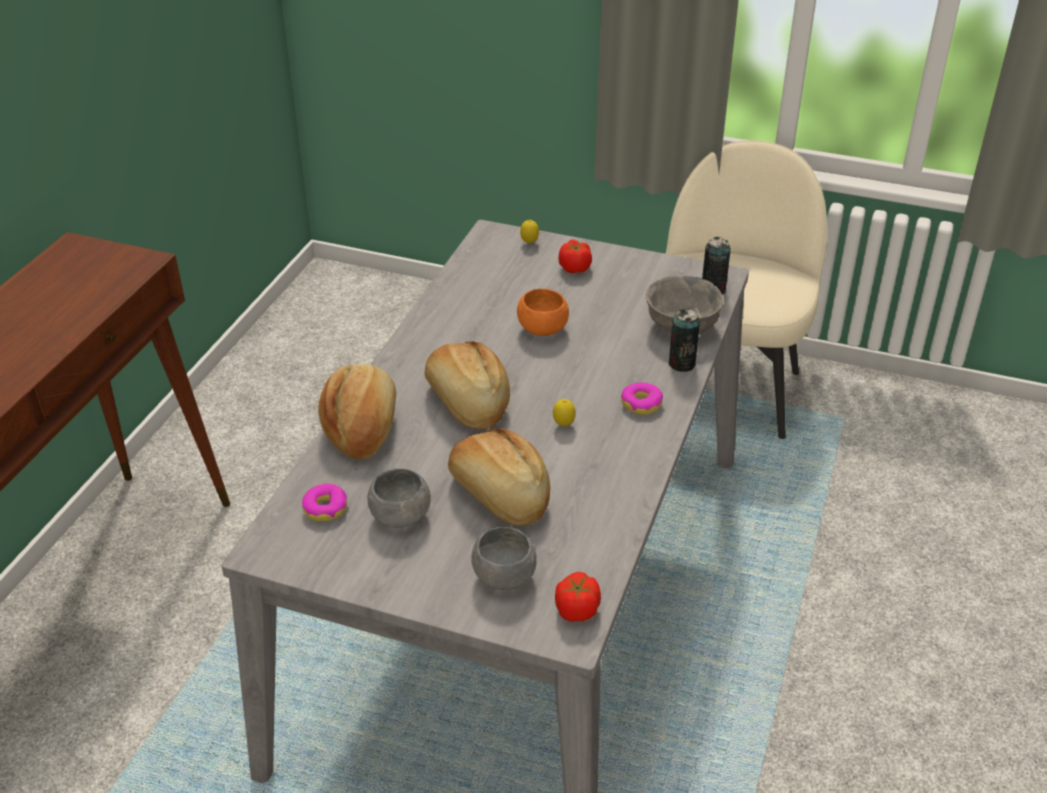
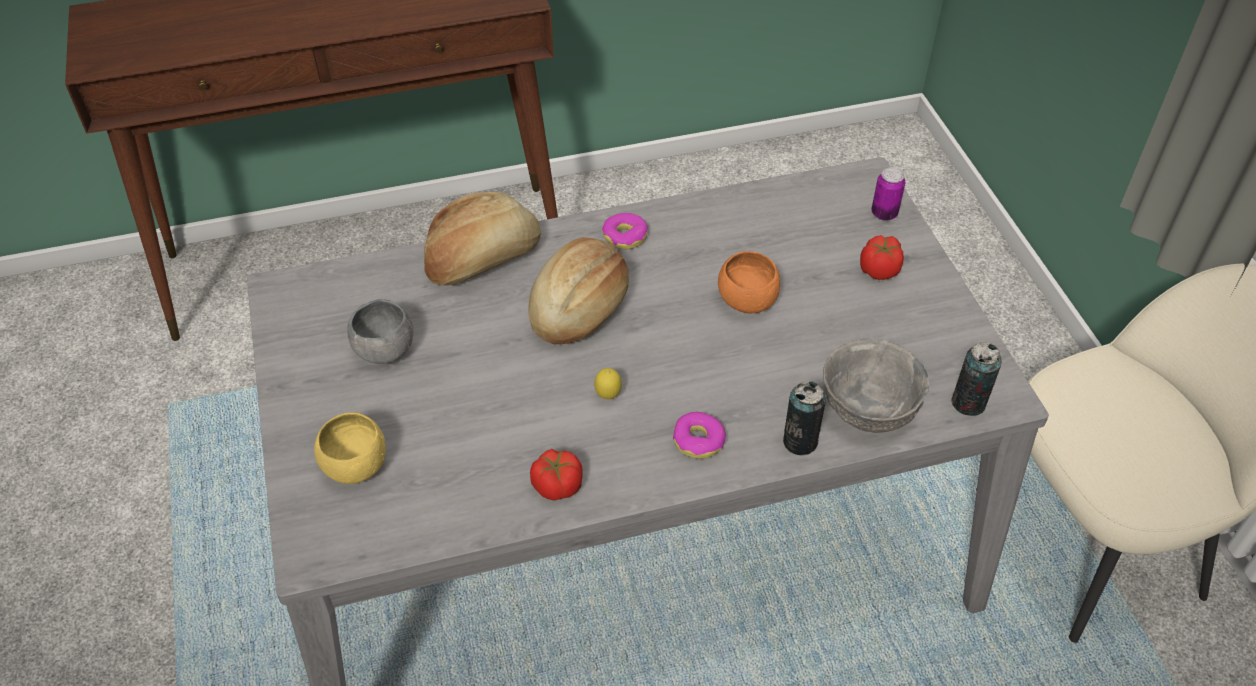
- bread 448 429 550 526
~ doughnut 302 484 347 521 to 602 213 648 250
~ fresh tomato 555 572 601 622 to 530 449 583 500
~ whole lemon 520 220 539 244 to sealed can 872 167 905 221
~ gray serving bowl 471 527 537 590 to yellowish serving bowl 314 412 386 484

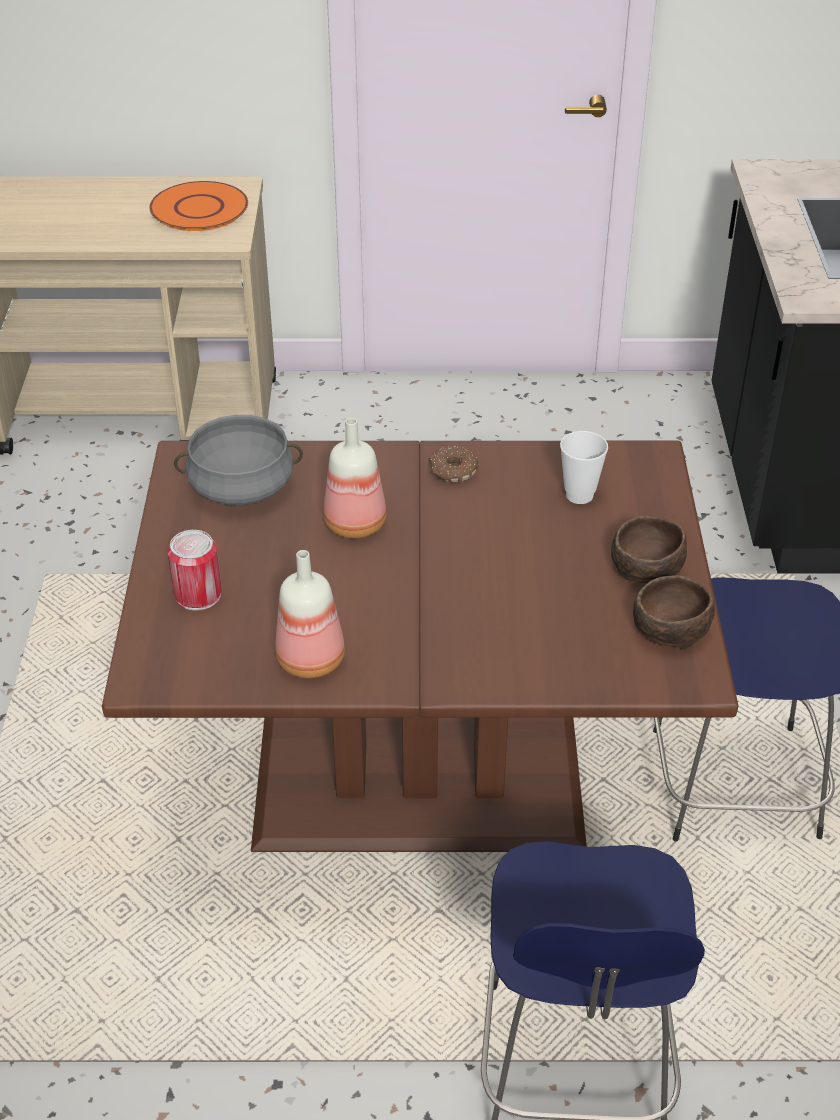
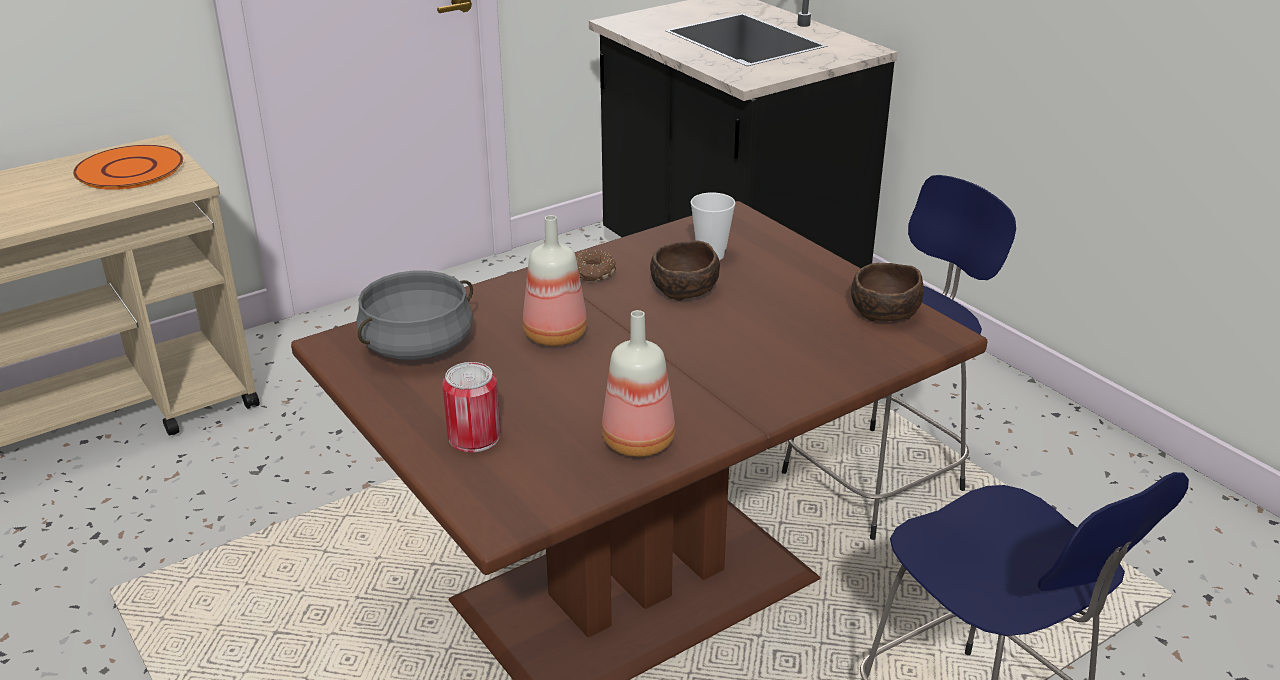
~ brown-coloured serving bowl 611 516 687 584 to 650 240 720 301

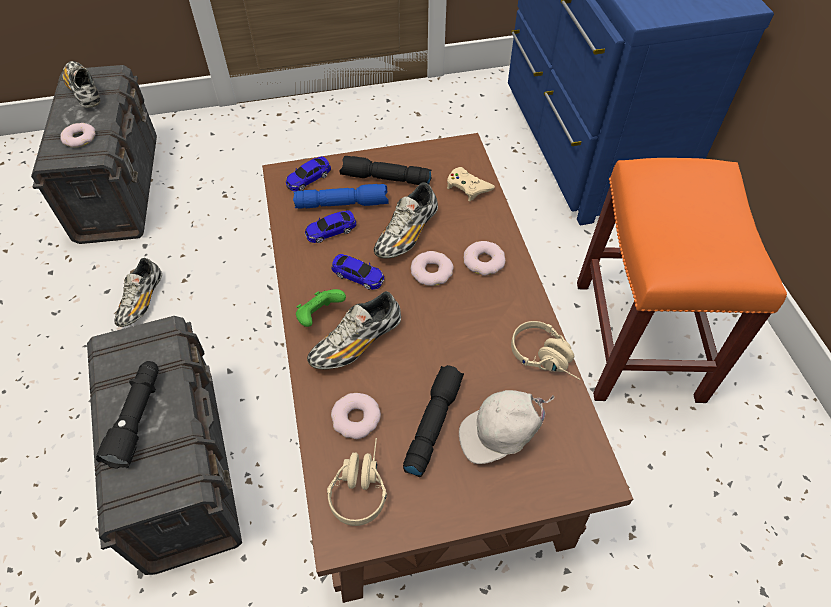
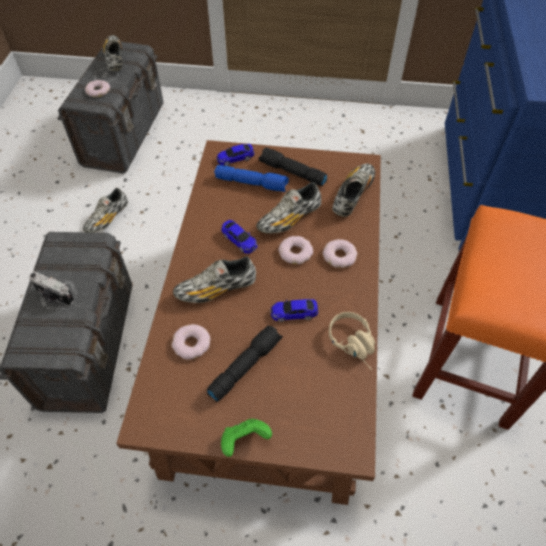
- sand-coloured headphones 327 438 387 526
- white baseball cap 459 390 554 464
~ green-coloured game controller 296 289 346 327 to 221 419 272 457
~ miniature car 305 210 356 243 to 270 299 318 322
~ black-coloured torch 96 361 159 469 to still camera 29 271 75 306
~ sand-coloured game controller 447 167 495 202 to low shoe 332 164 375 217

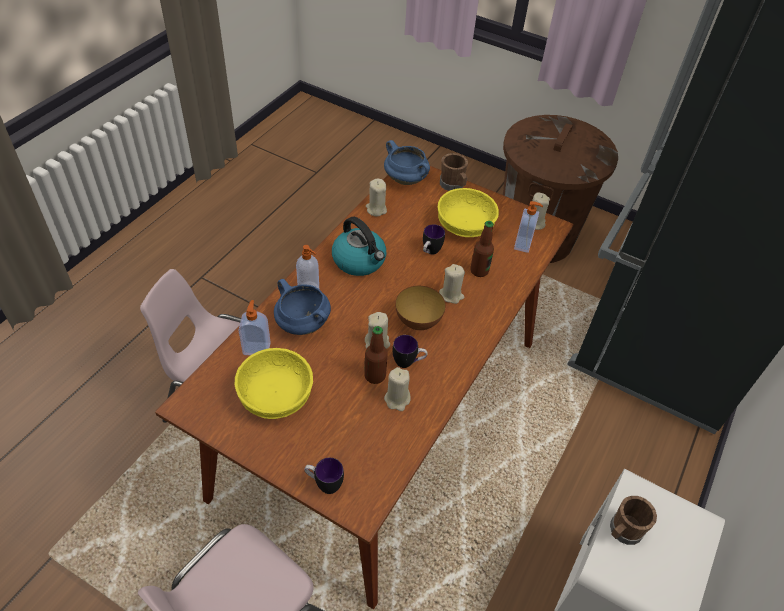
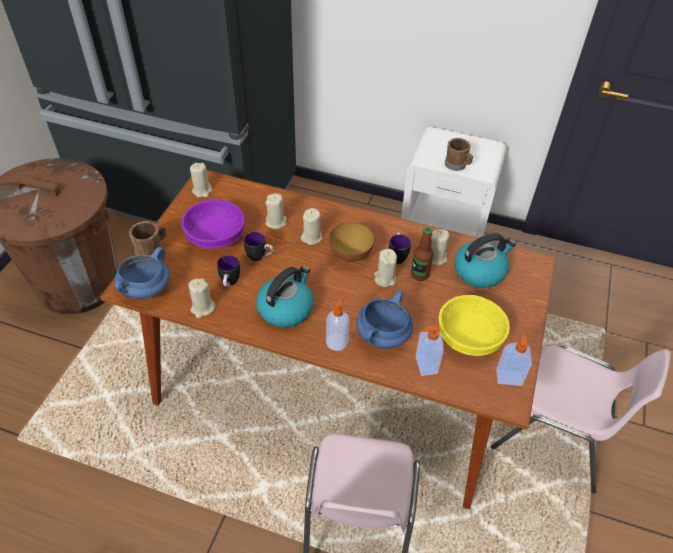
+ kettle 454 233 516 288
~ coffee mug 304 458 344 494 to 217 255 240 286
~ liquid soap bottle 514 201 543 253 to 496 332 532 386
~ beverage bottle 470 221 494 277 to sand-coloured wax candle 265 193 287 229
~ yellowish serving bowl 437 188 499 237 to purple serving bowl 181 200 245 249

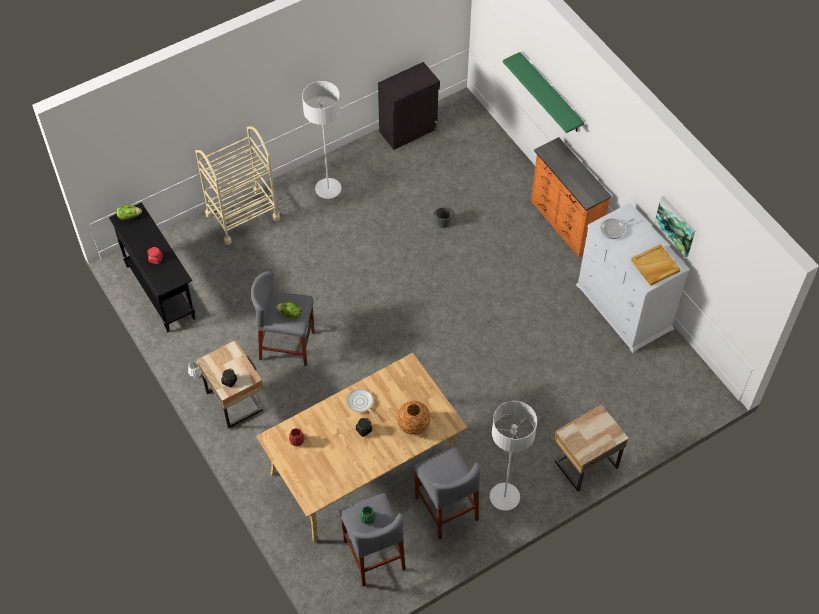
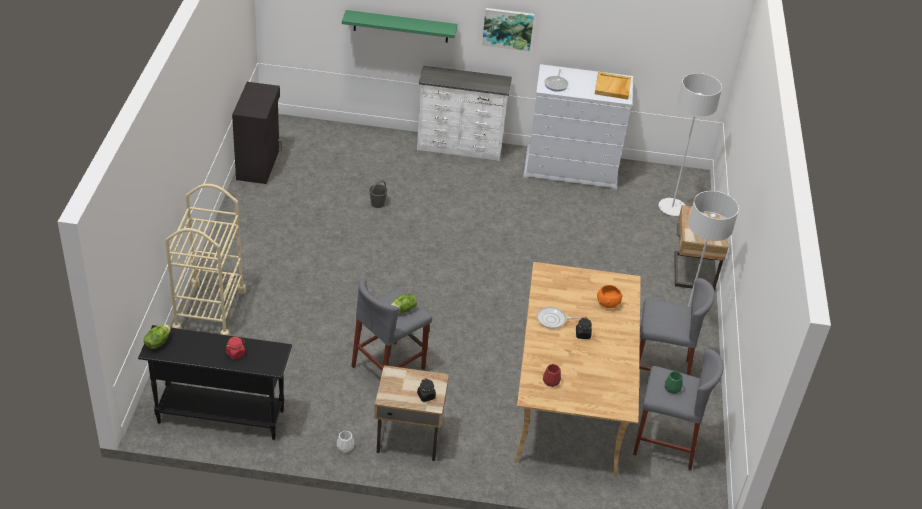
~ gray standard lamp 302 81 341 199 to 659 73 722 216
~ picture 654 196 695 258 to 482 8 534 51
~ vase 397 401 431 435 to orangey serving bowl 597 285 623 308
~ orangey dresser 531 137 612 257 to white dresser 417 65 512 161

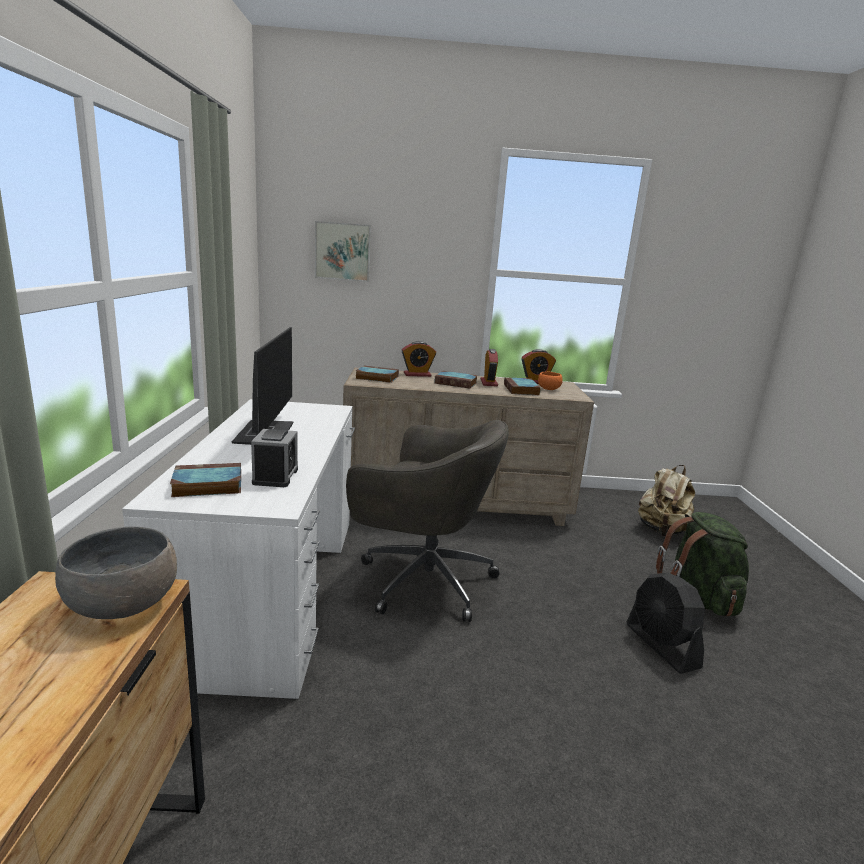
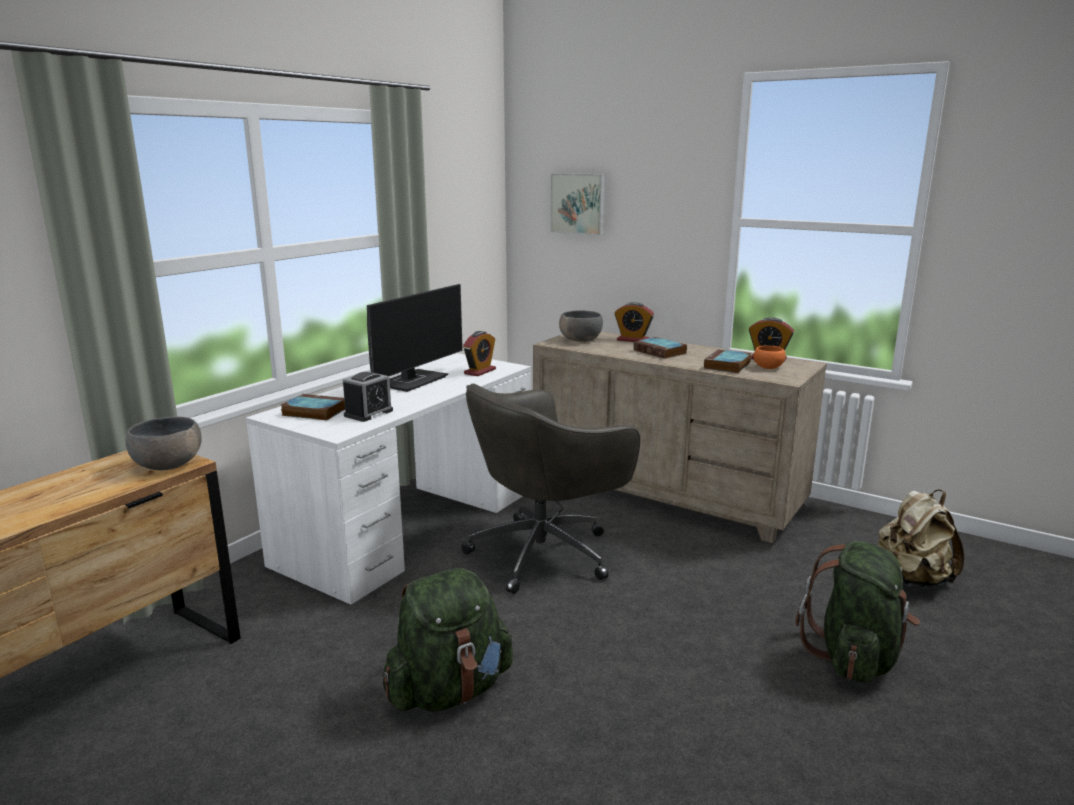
- black-coloured fan 626 573 705 674
+ green-coloured rucksack 383 568 513 712
~ alarm clock 481 349 498 386 to 463 331 496 376
~ volume 355 366 399 383 to gray serving bowl 559 310 603 342
~ gray desk chair 346 420 509 622 = 461 384 640 594 90 degrees clockwise

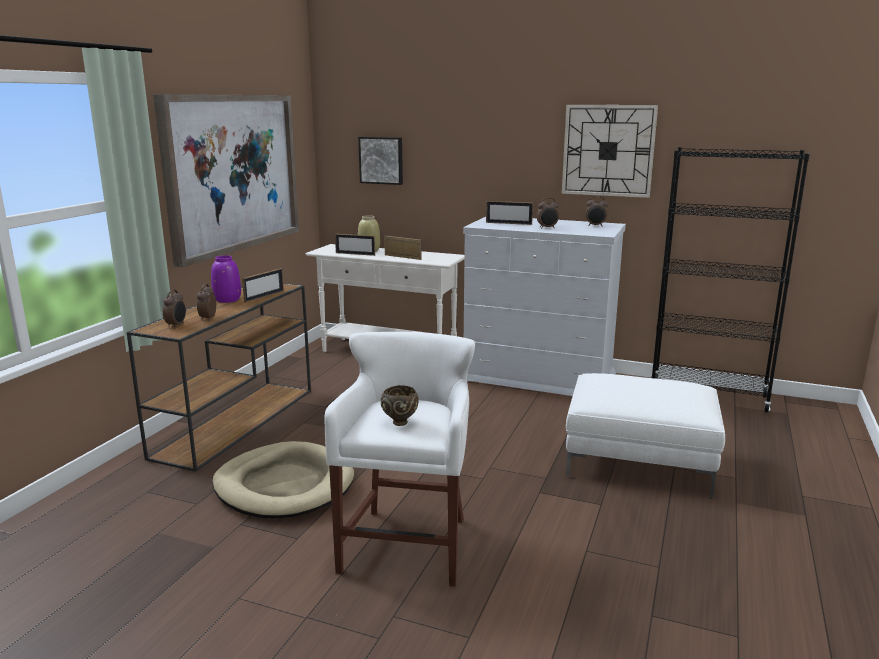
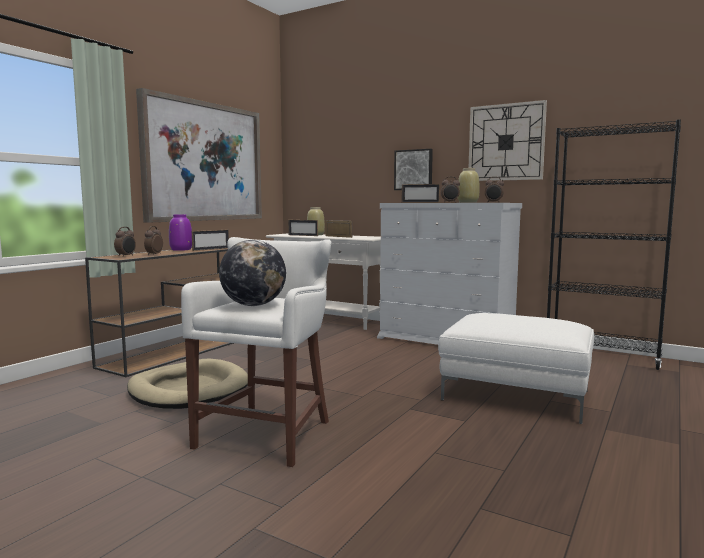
+ sand-coloured vase 458 168 480 203
~ picture 358 137 403 185 to 394 149 433 190
~ brown-coloured serving bowl 381 385 419 426 to desk globe 219 240 286 306

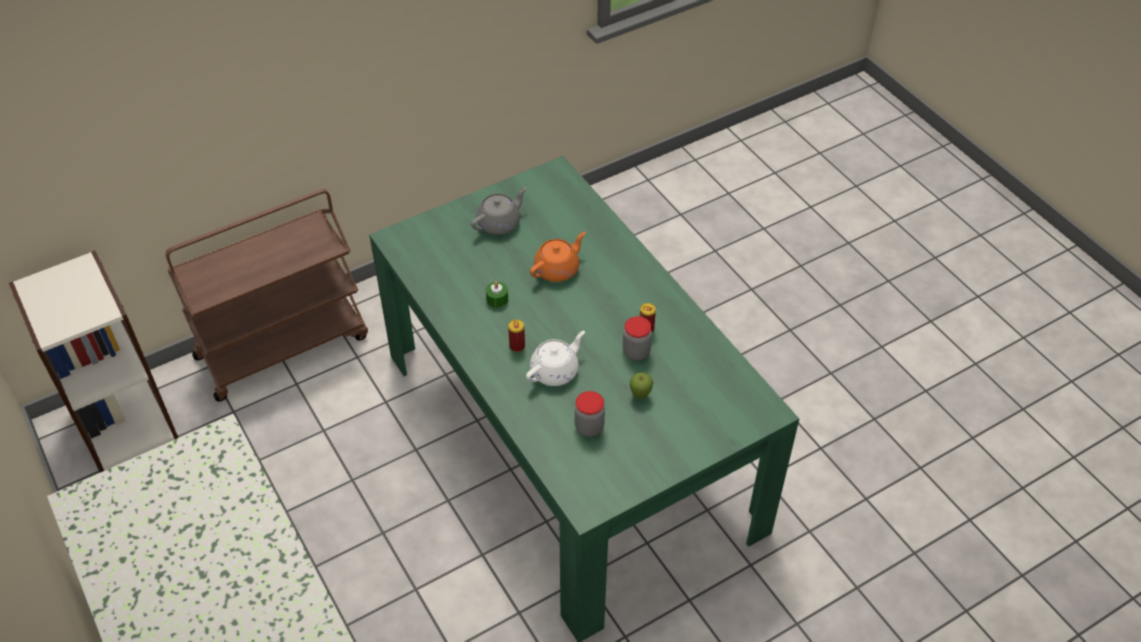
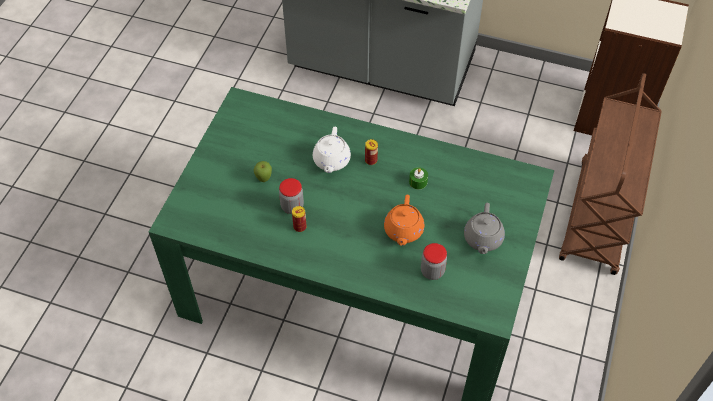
~ jar 575 391 605 437 to 421 243 447 280

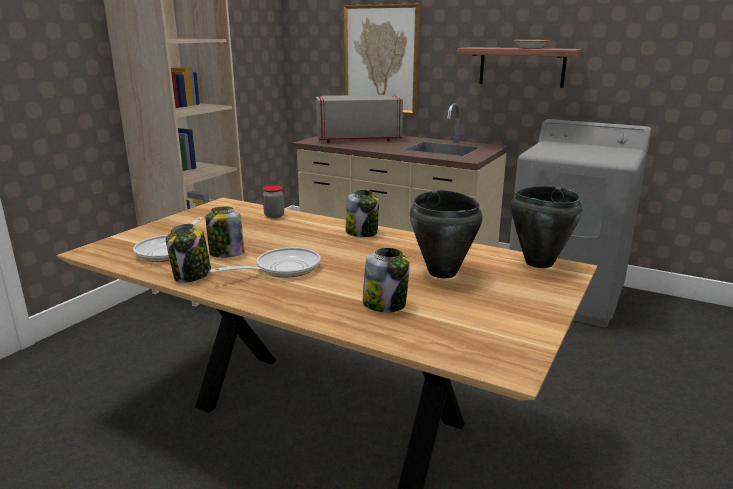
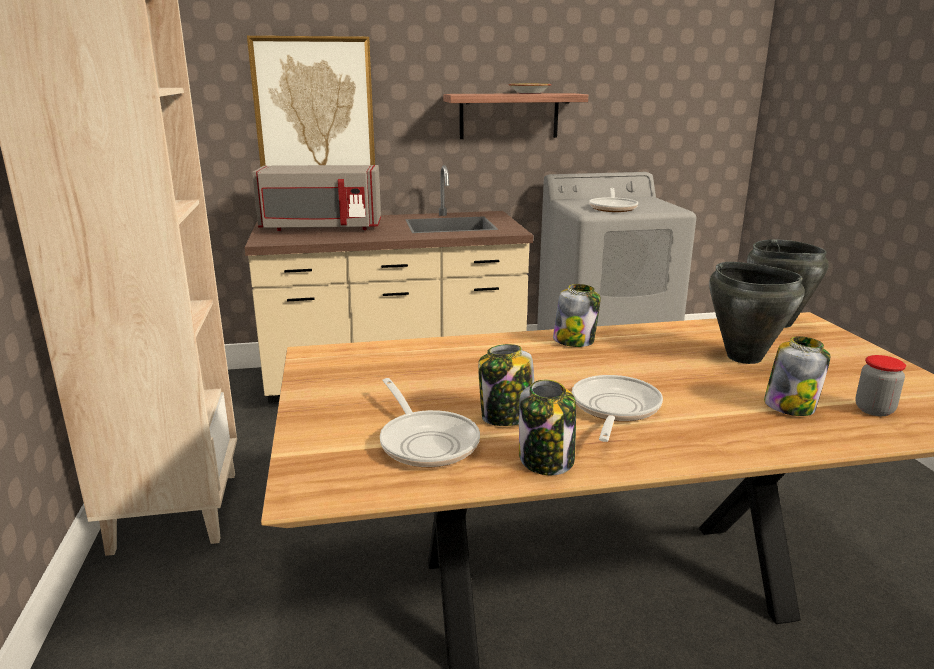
+ frying pan 589 188 638 212
~ jar 263 185 284 218 to 855 355 906 416
~ gray kitchen microwave 316 95 403 143 = 252 165 381 231 135 degrees counterclockwise

